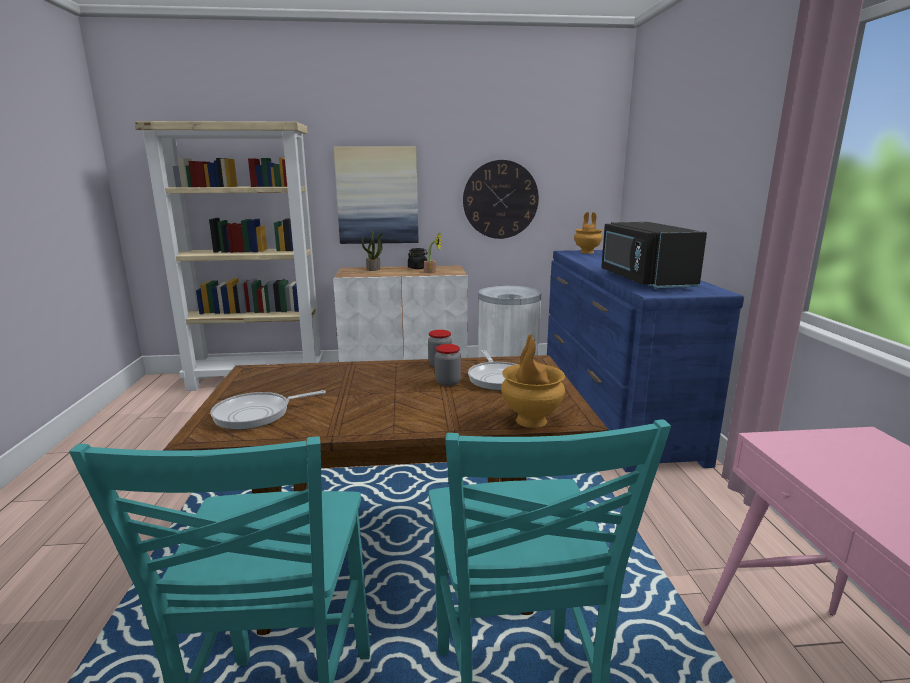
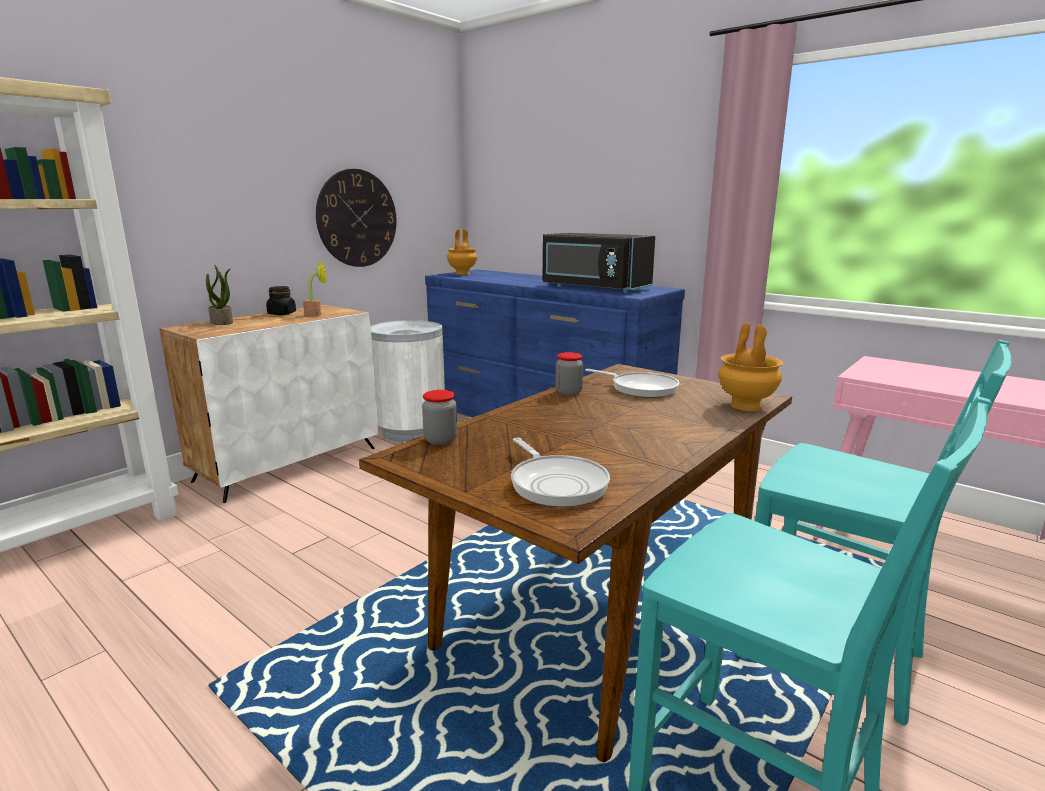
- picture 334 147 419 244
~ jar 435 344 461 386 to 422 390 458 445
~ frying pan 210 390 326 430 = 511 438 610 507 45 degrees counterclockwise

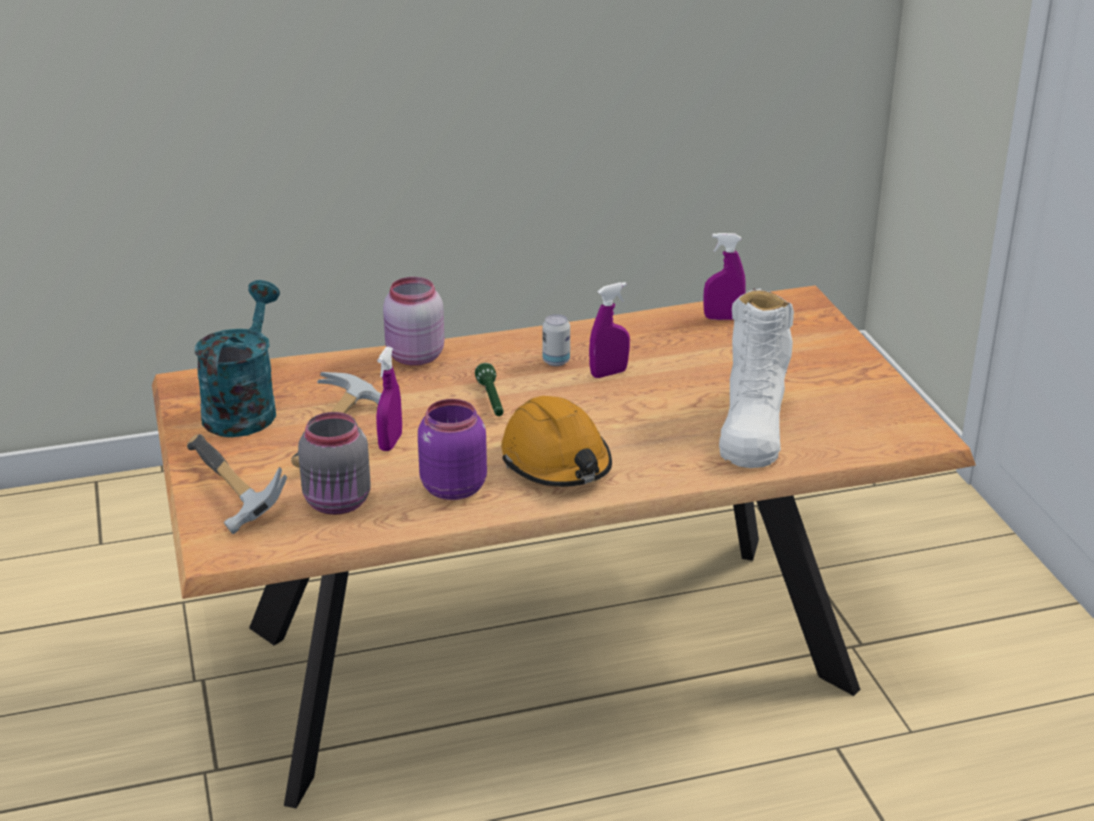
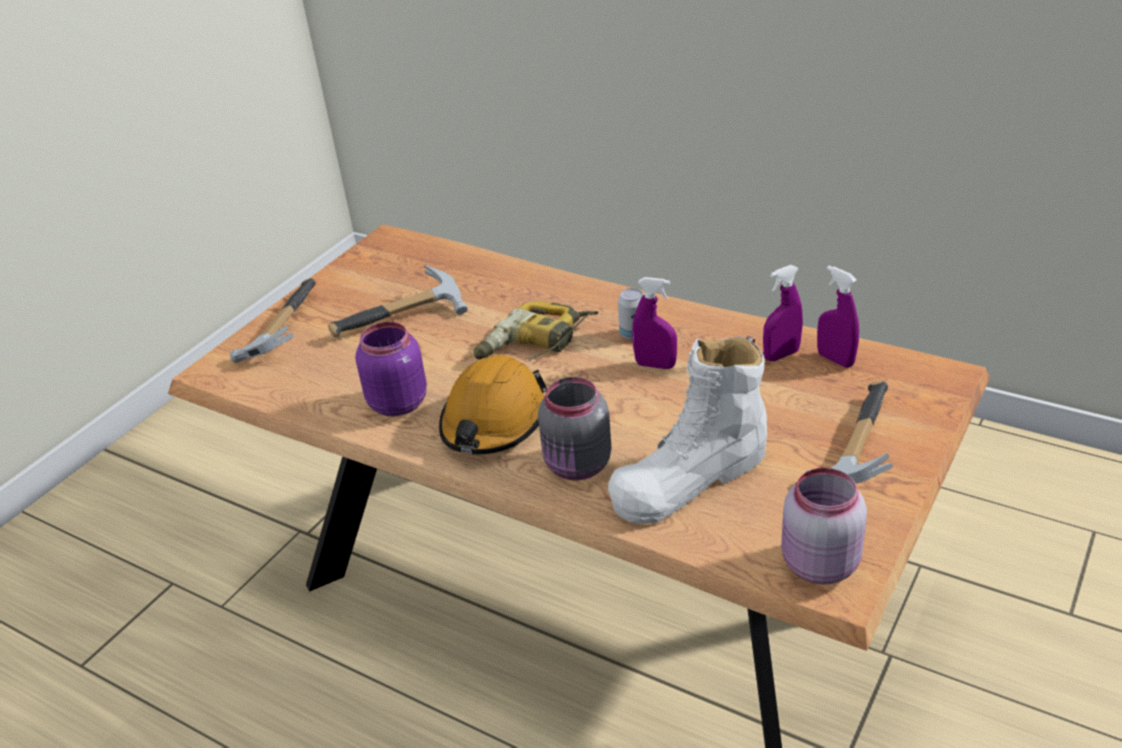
- blue-green watering pot 195 280 280 437
+ hammer 806 381 893 484
~ gray jar 298 412 371 515 to 538 377 611 480
~ purple spray bottle 376 347 402 451 to 763 265 803 361
~ pink-coloured jar 383 277 444 366 to 781 468 867 585
~ green-coloured torch 475 363 504 416 to drill 474 301 598 362

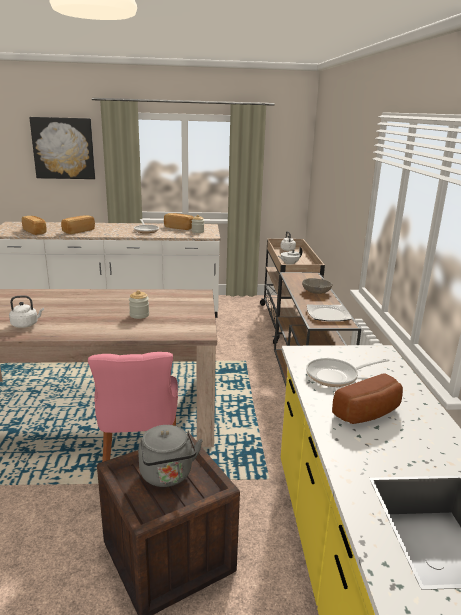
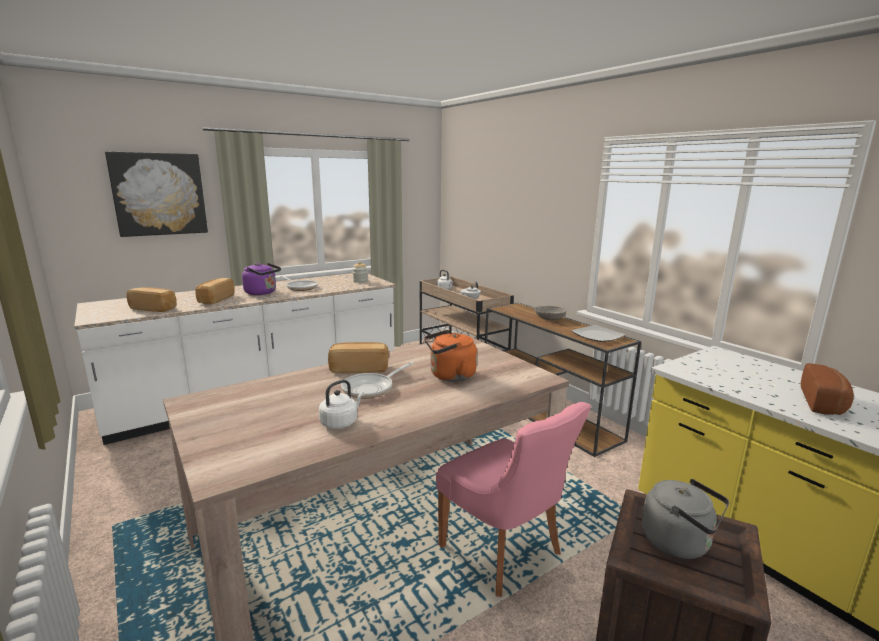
+ purple kettle 242 263 281 295
~ bread 164 213 193 230 to 328 342 389 373
~ frying pan 306 358 390 387 to 341 362 414 399
~ jar 129 290 149 319 to orangey kettle 424 330 477 382

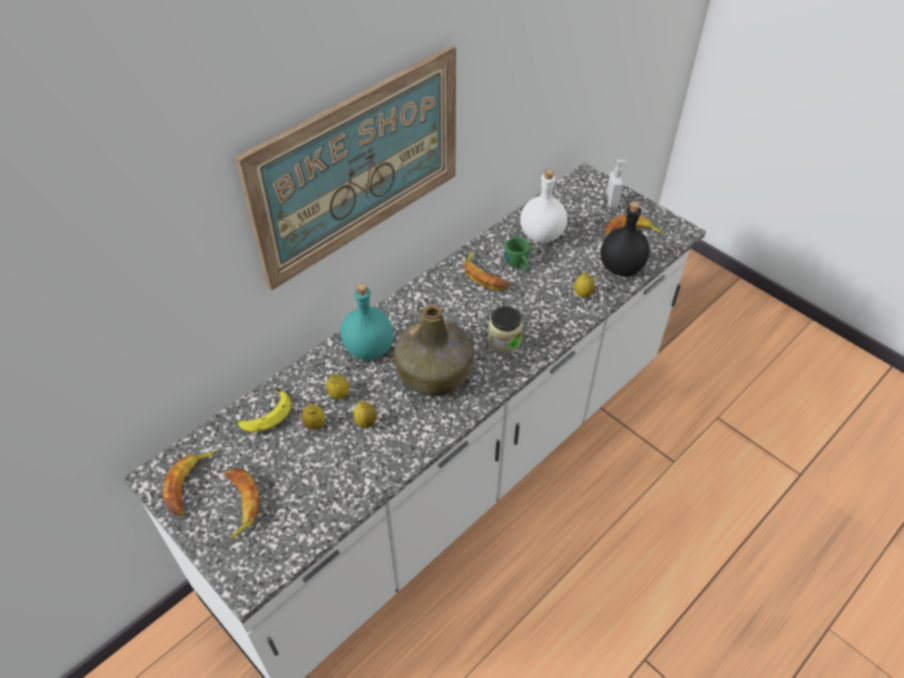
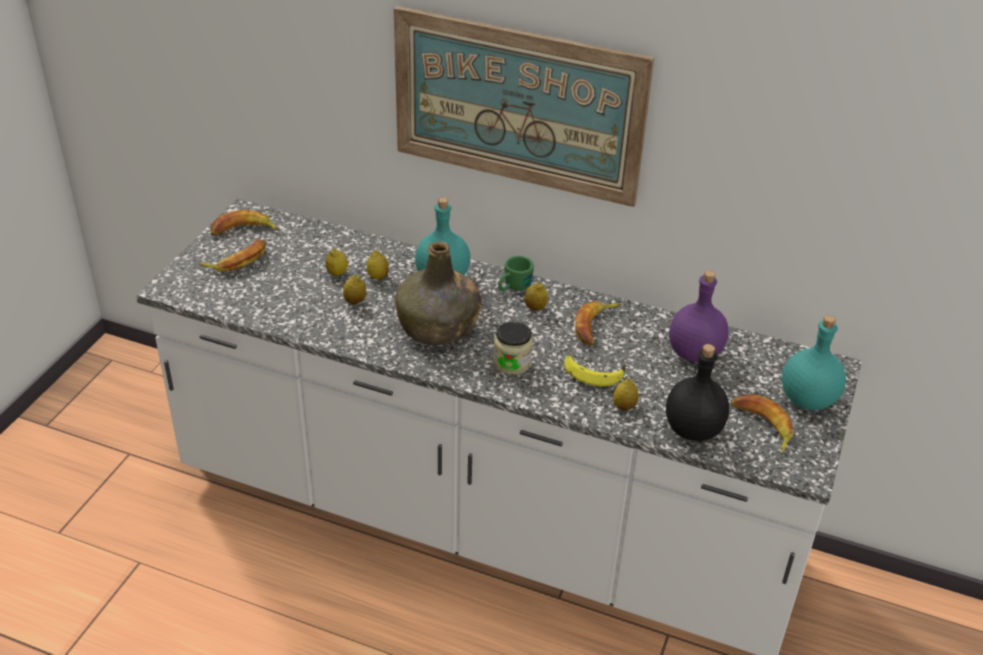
+ whole lemon 525 282 548 311
~ banana fruit 238 386 291 432 to 564 355 625 387
~ green-coloured coffee mug 504 237 530 272 to 498 256 534 291
~ liquid soap bottle 606 160 627 207 to blue-green beverage bottle 782 315 846 410
~ white beverage bottle 520 169 567 243 to purple beverage bottle 669 270 729 363

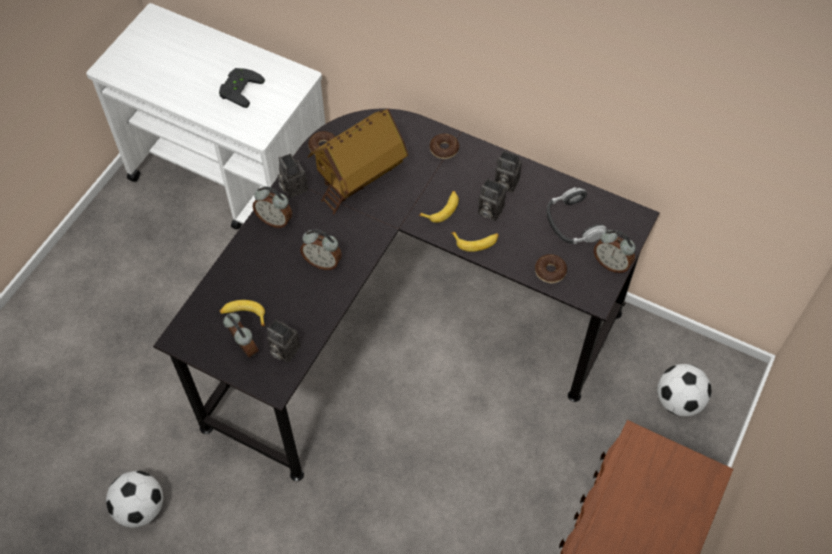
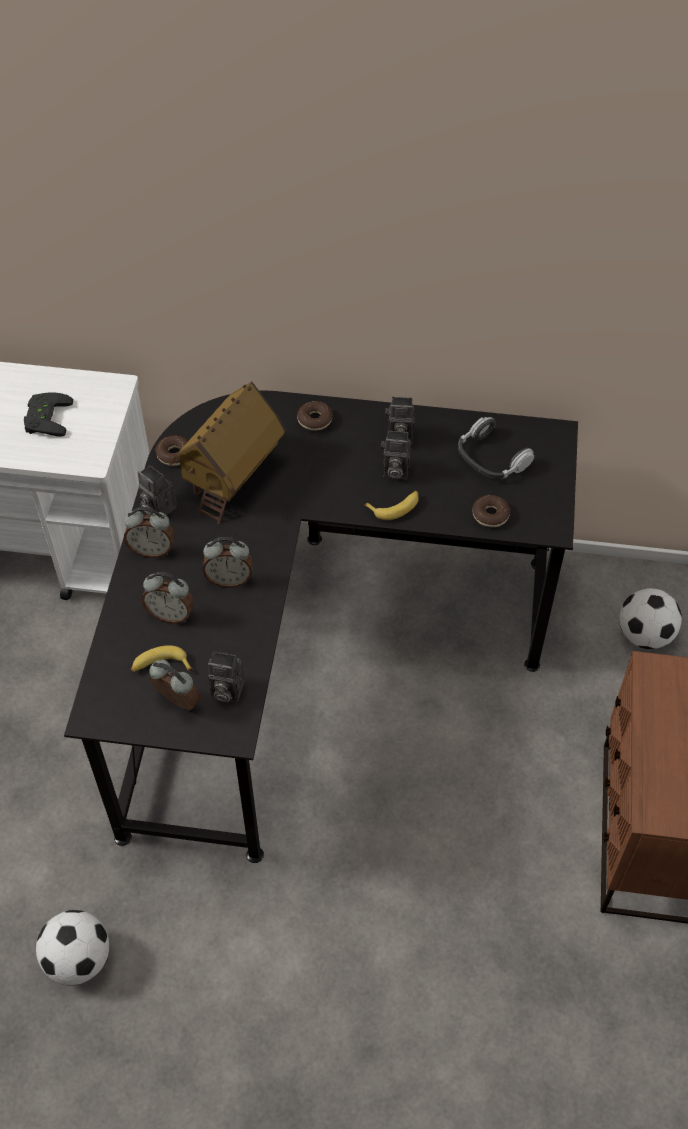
- banana fruit 419 191 459 223
~ alarm clock 594 230 636 273 to 141 572 194 624

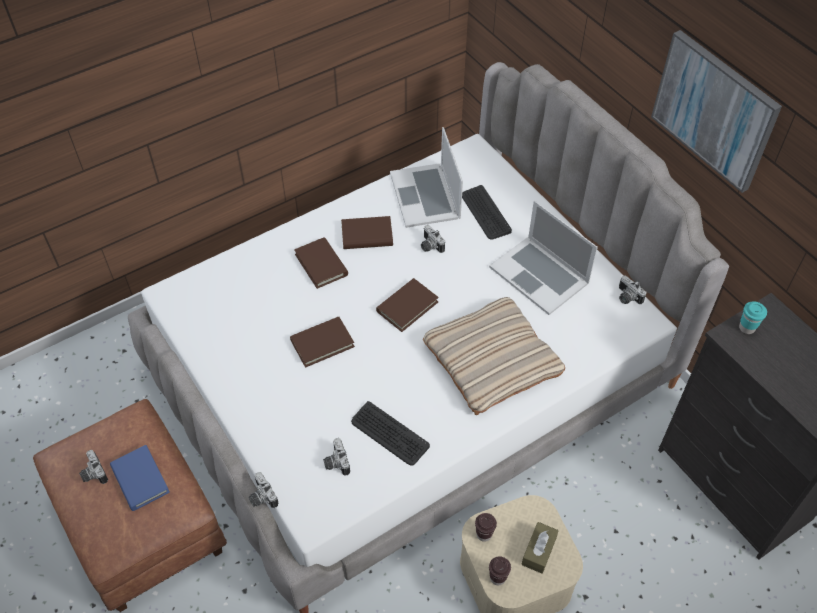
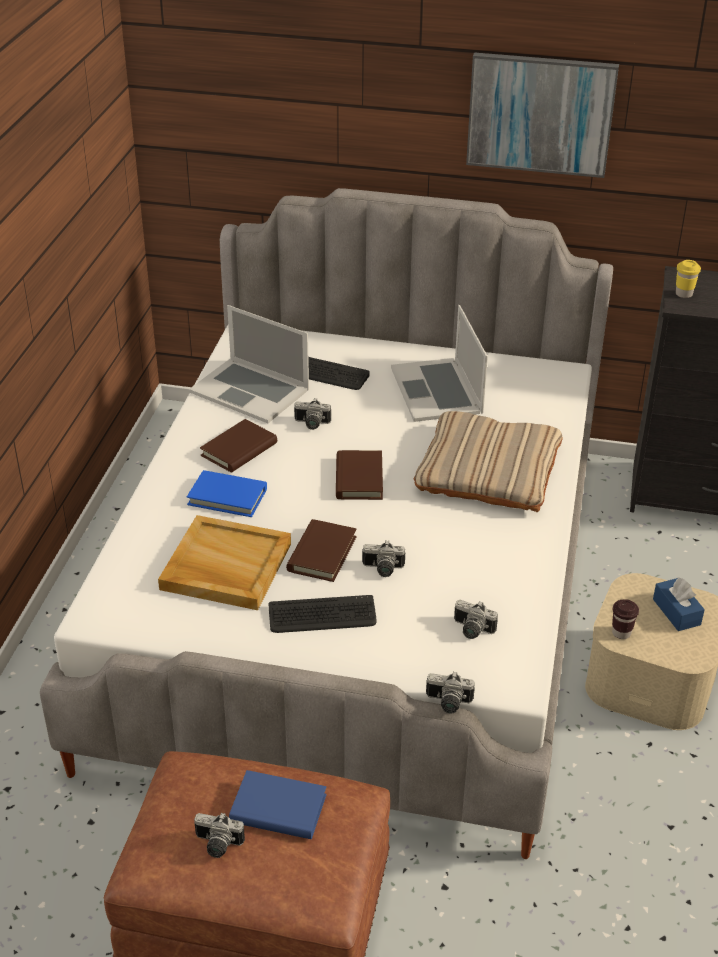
- brown-coloured cup 489 556 511 585
+ sand-coloured carrying tray 158 515 291 610
~ PC keyboard 351 401 430 465 to 268 595 377 633
~ still camera 619 275 646 304 to 362 540 405 577
~ brown-coloured volume 294 237 348 289 to blue volume 187 470 267 517
~ brown-coloured tissue box 521 522 559 574 to blue tissue box 653 577 705 631
~ blue-green cup 739 301 767 334 to yellowish cup 676 260 701 298
~ notebook computer 489 201 598 315 = 391 305 488 422 75 degrees clockwise

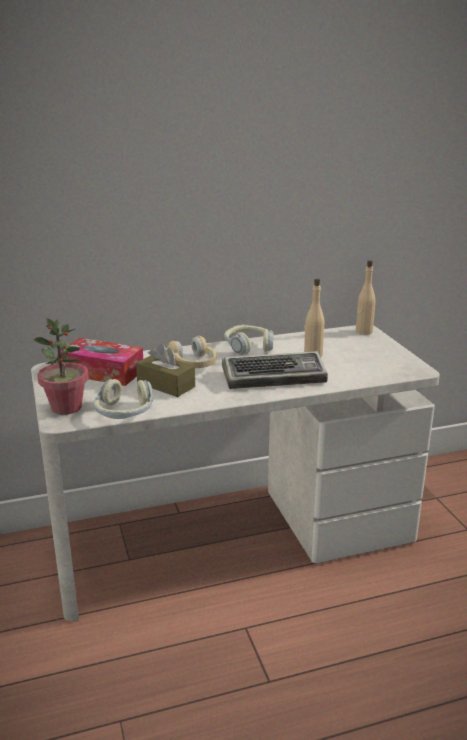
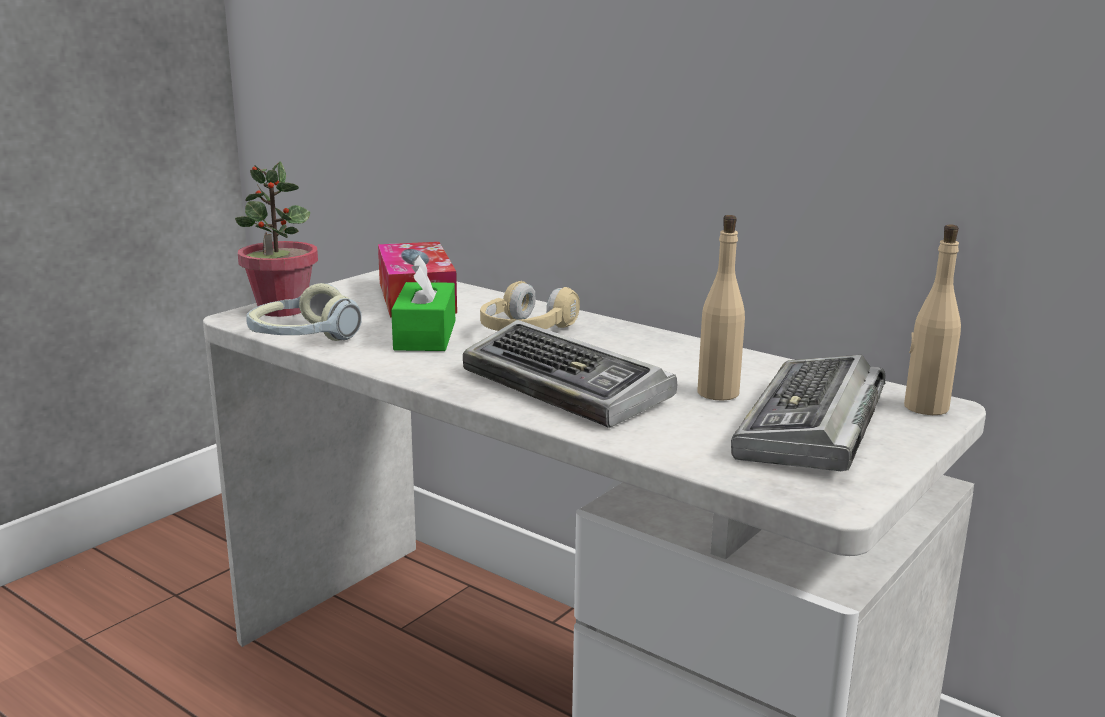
- headphones 224 325 274 355
+ PC keyboard 731 355 886 471
~ brown-coloured tissue box 136 344 195 397 to green-coloured tissue box 391 255 455 351

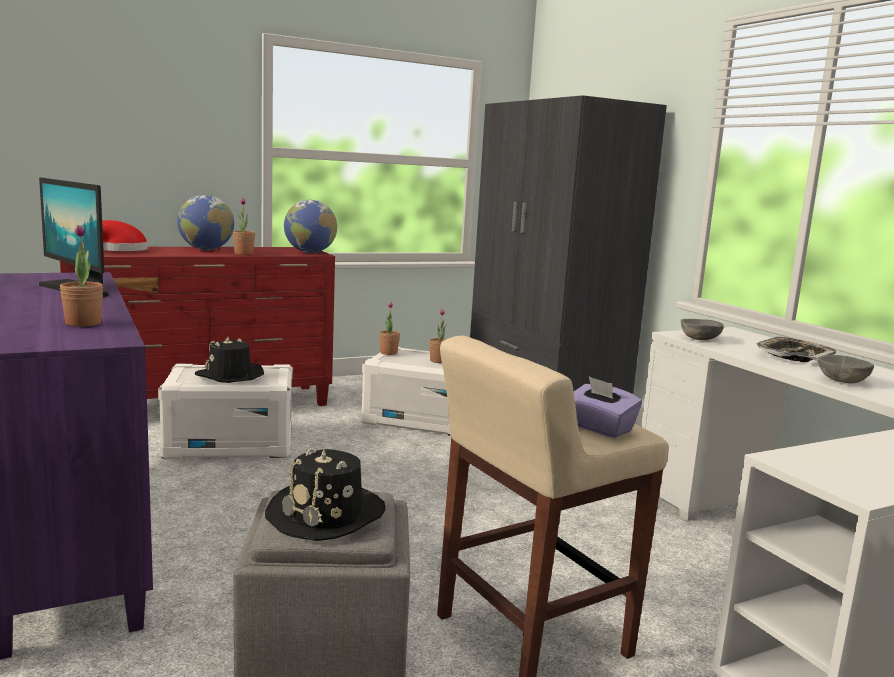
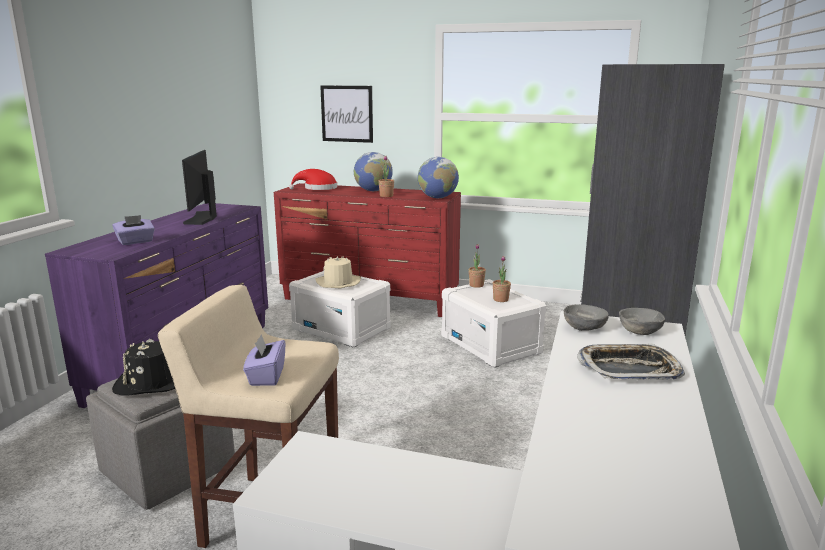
+ picture 320 85 373 143
~ gray serving bowl 818 355 874 383 to 619 308 665 335
~ plant in a pot 60 225 103 326 to purple tissue box 112 215 155 245
~ black-coloured clothing hat 195 337 264 383 to sand-coloured clothing hat 315 256 361 288

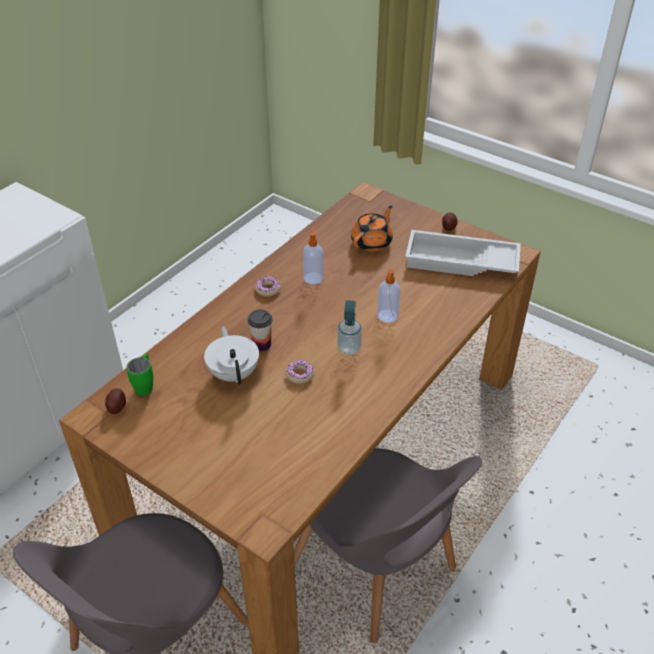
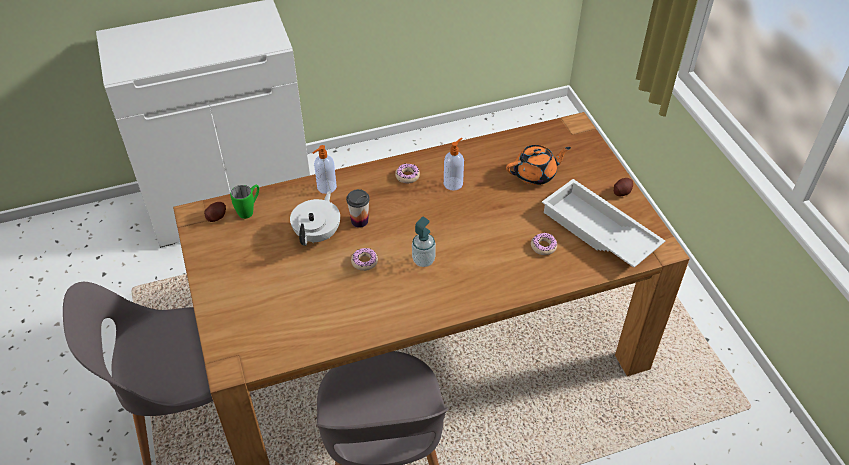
+ doughnut 531 233 557 255
~ liquid soap bottle 377 269 400 322 to 312 145 337 194

